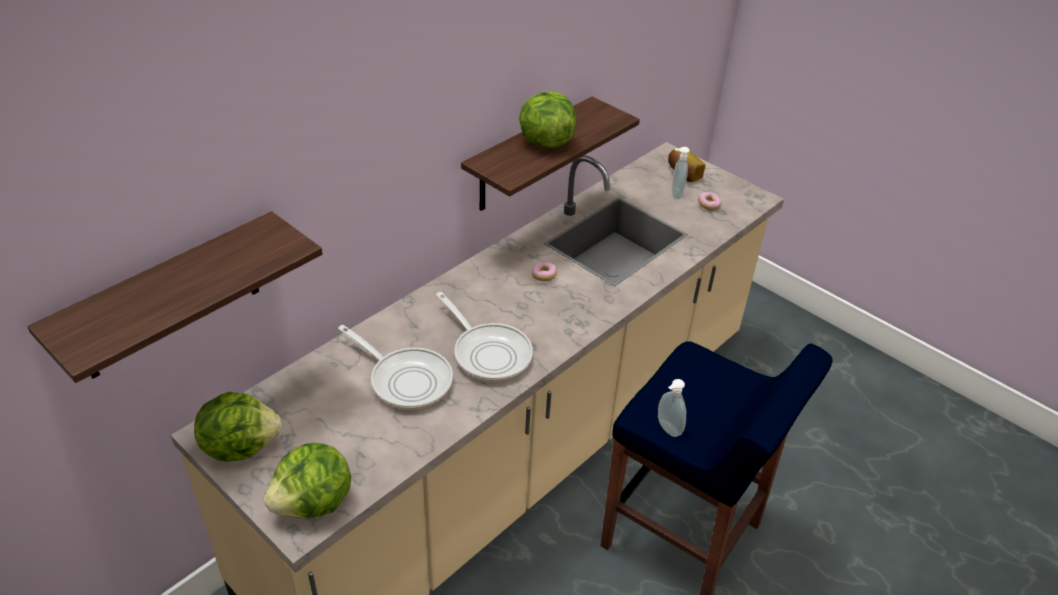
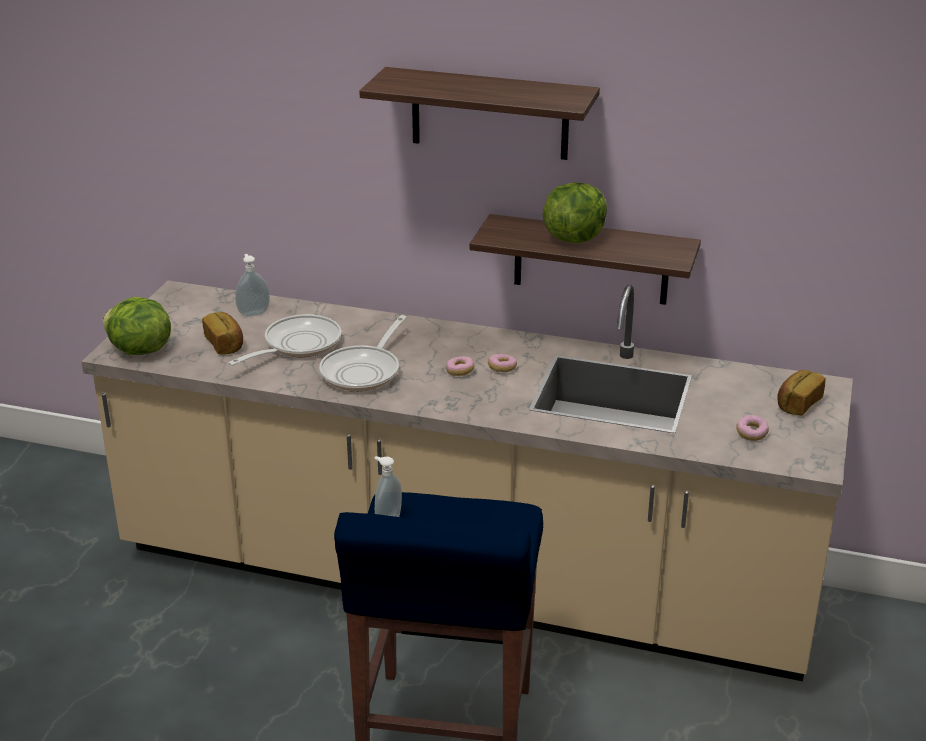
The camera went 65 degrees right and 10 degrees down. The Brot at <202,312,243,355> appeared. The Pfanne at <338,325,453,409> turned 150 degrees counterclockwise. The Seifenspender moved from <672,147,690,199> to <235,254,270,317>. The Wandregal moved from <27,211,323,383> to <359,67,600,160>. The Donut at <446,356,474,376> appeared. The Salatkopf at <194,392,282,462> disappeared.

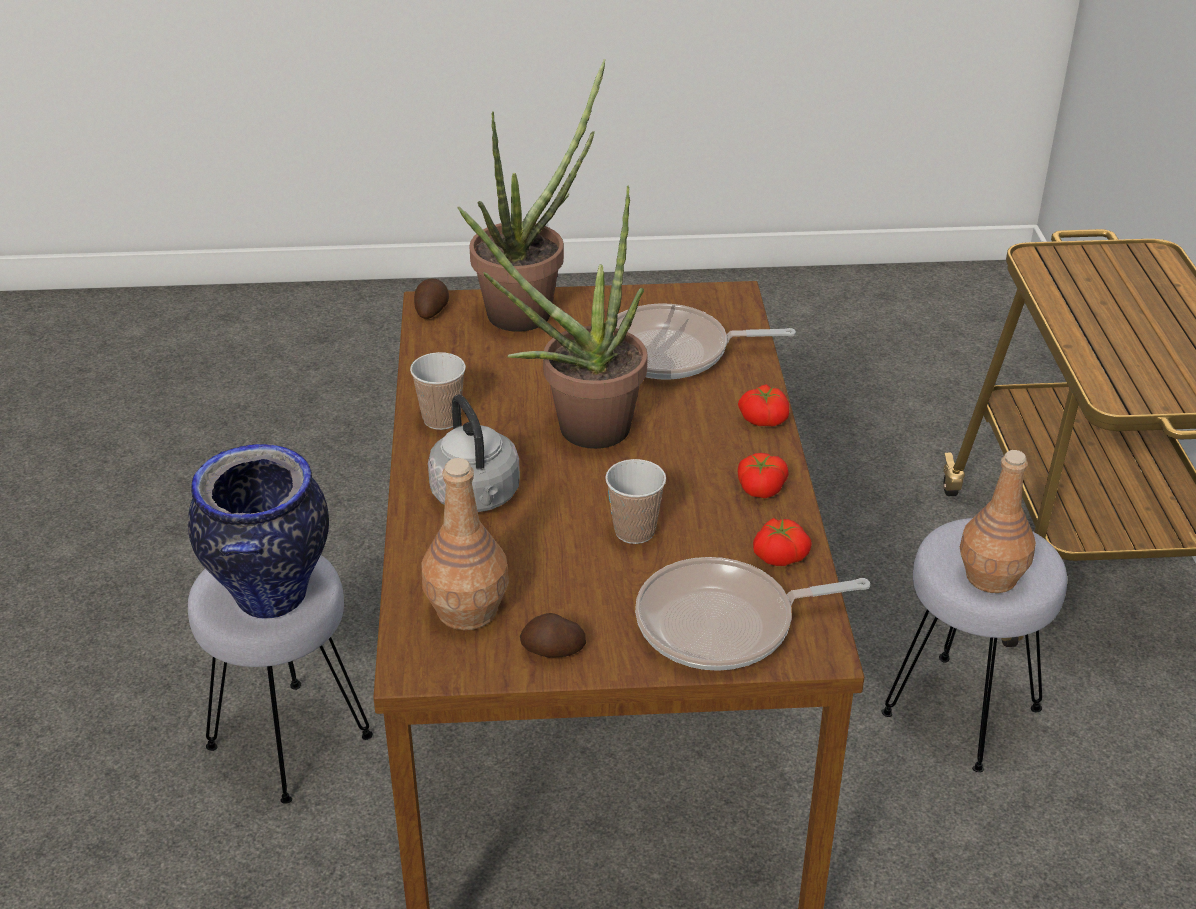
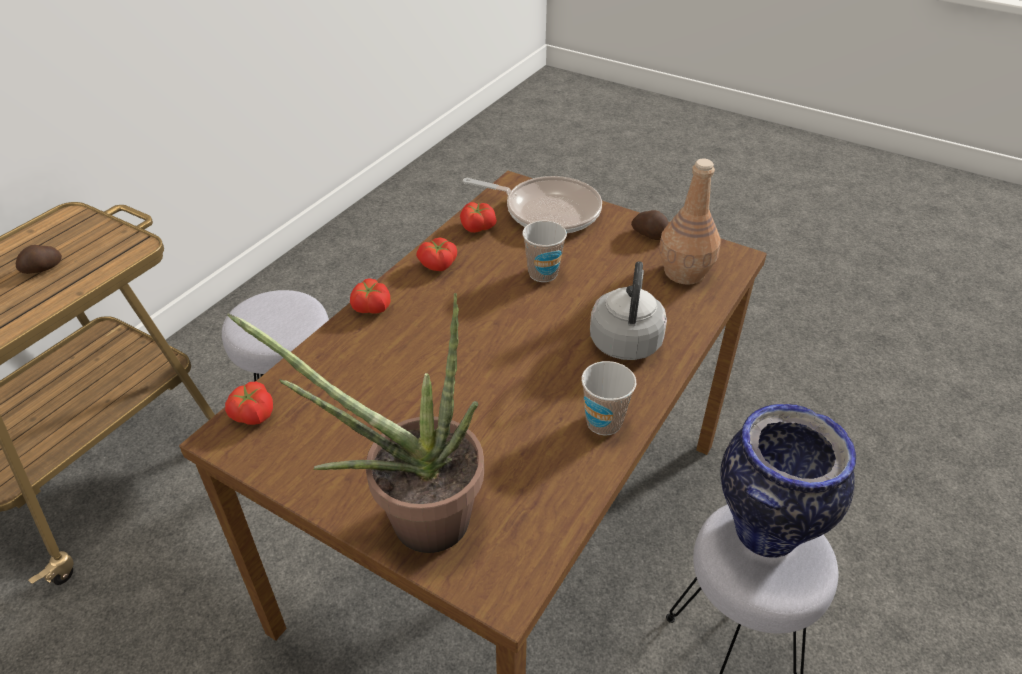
The camera went 145 degrees left and 5 degrees up. The Kartoffel moved from <414,278,449,319> to <16,245,62,274>. The Tomate at <225,382,273,425> appeared. The Topfpflanze at <457,185,648,449> disappeared. The Pfanne at <616,303,796,380> disappeared. The Flasche [braun] at <960,450,1036,593> disappeared.

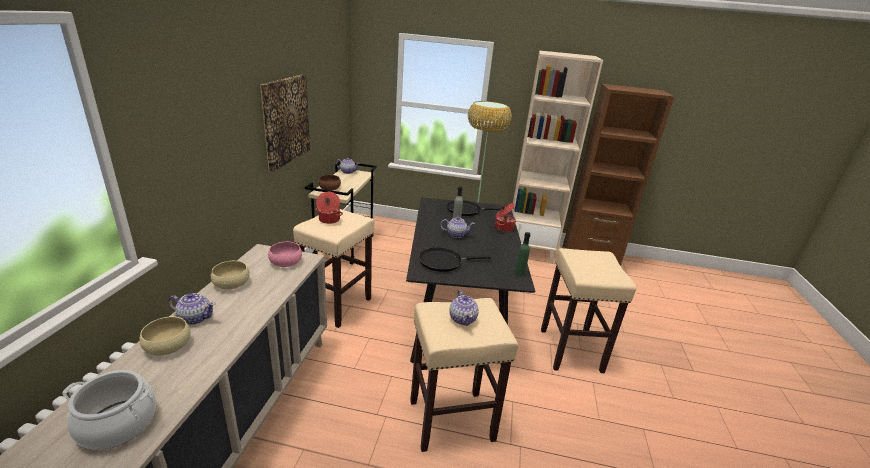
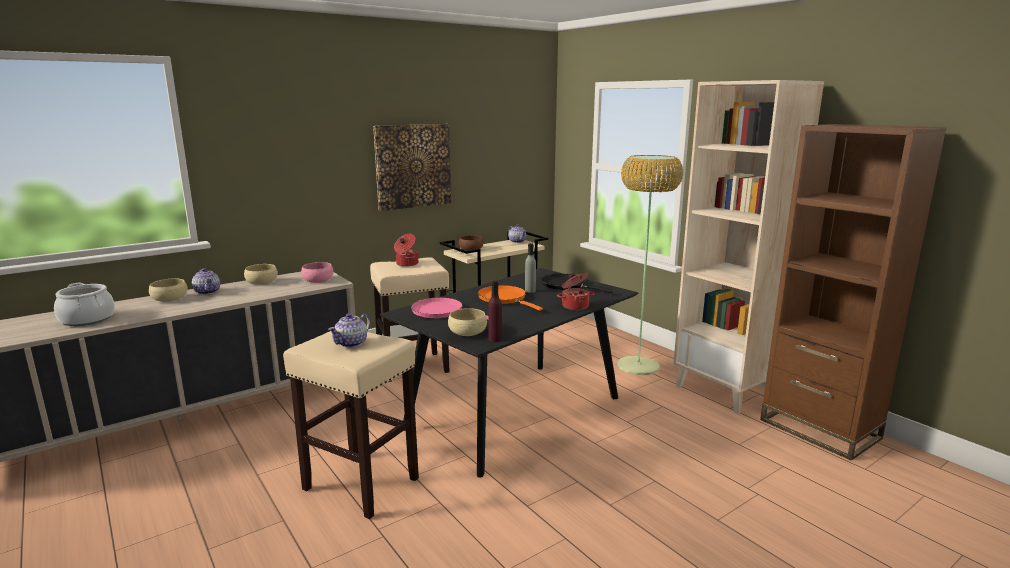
The camera went 45 degrees right and 10 degrees down. The Pfanne [schwarz] at <419,247,492,272> became the Pfanne [rosa] at <411,297,488,320>. The Schüssel [beige] at <448,308,487,336> appeared. The Teekanne at <441,217,475,238> was replaced by the Pfanne [orange] at <478,285,543,311>. The Flasche [grün] at <515,232,530,277> became the Flasche [lila] at <488,281,502,342>. The Hocker [beige] at <541,248,636,373> disappeared.

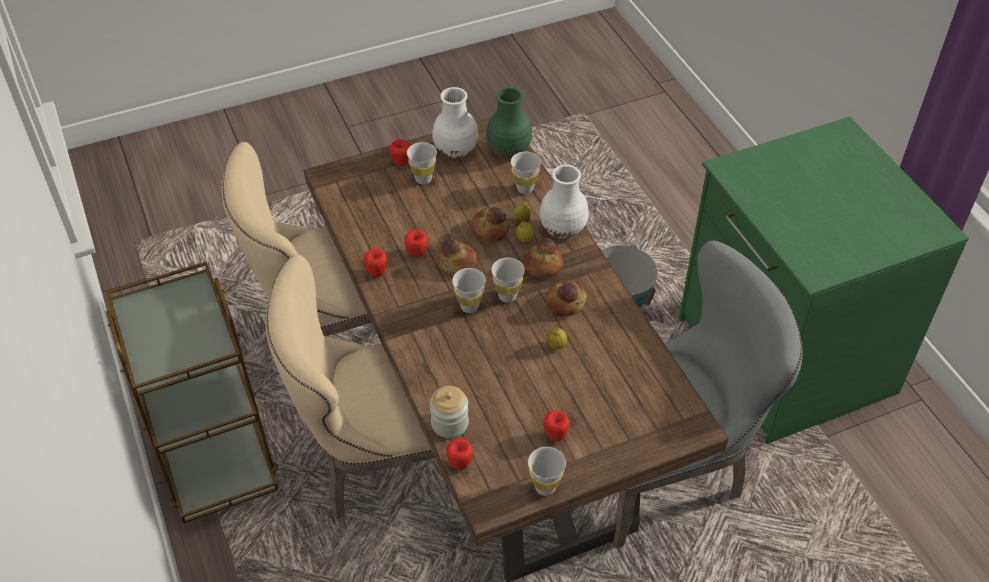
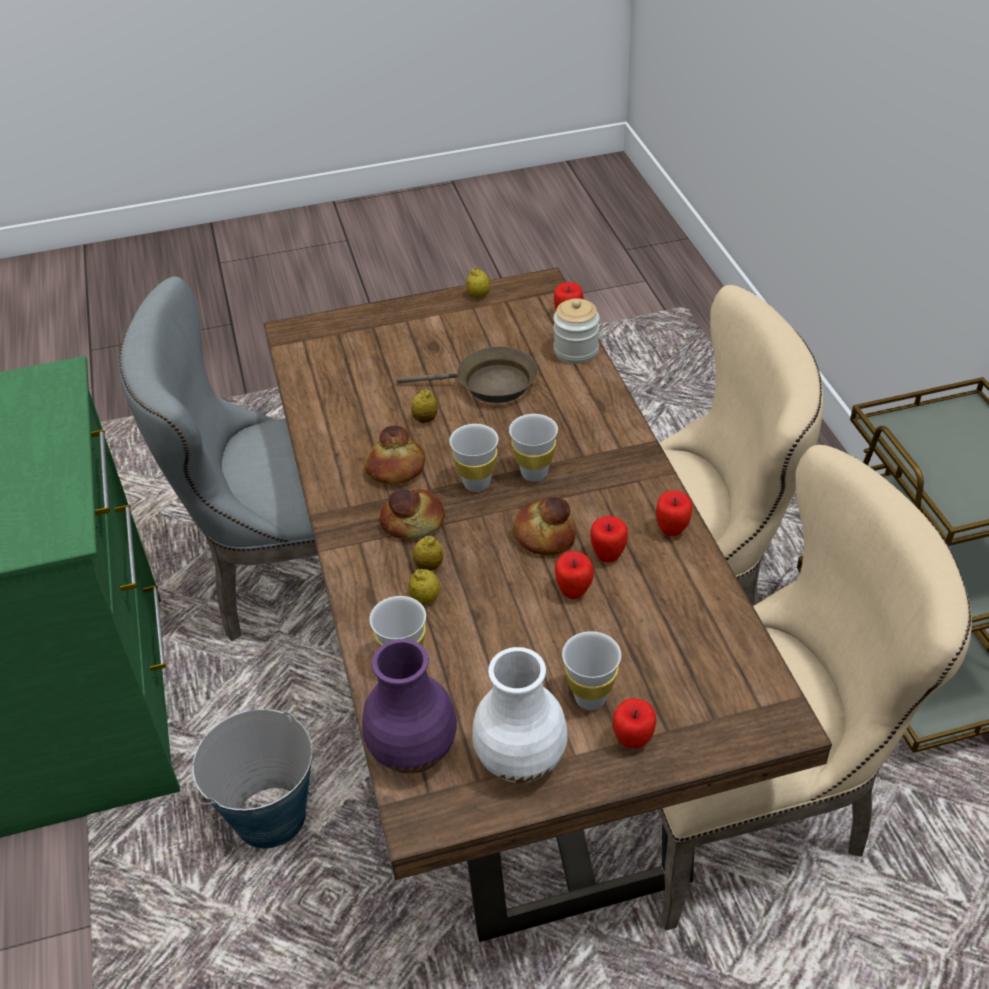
The camera went 170 degrees left and 5 degrees down. The Vase [grün] at <486,87,532,159> became the Vase [lila] at <362,639,457,773>. The Pfanne [braun] at <397,346,538,403> appeared. The Tasse [weiß] at <528,447,566,496> was replaced by the Zitrone at <466,268,490,297>. The Apfel moved from <543,411,570,441> to <555,551,594,599>. The Brot at <472,207,509,242> disappeared. The Vase [weiß] at <540,165,589,239> disappeared.

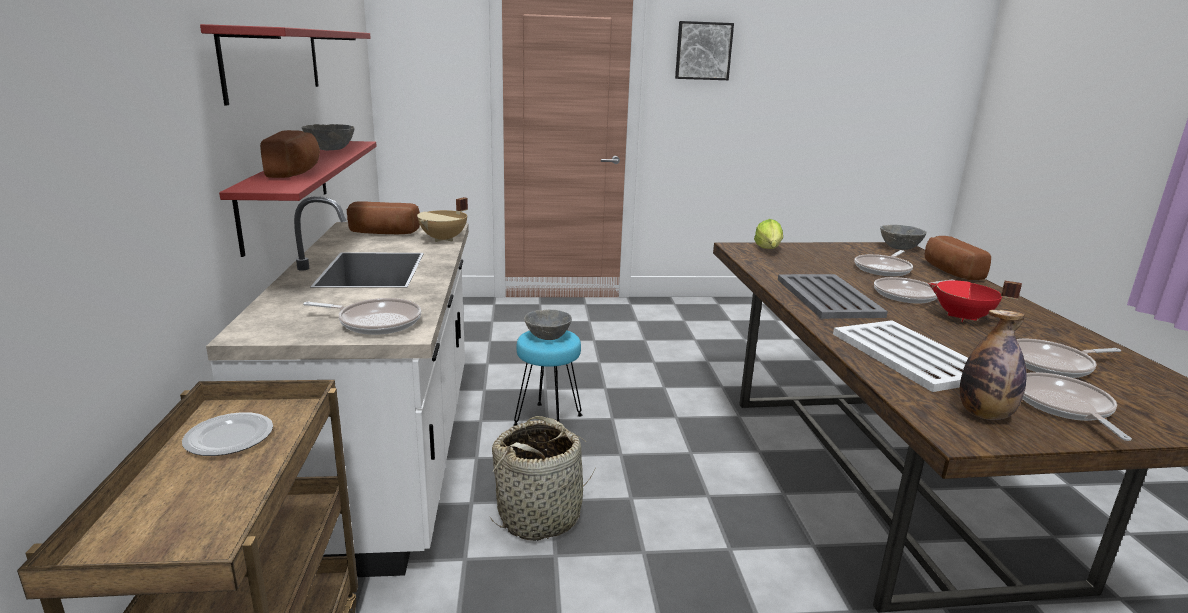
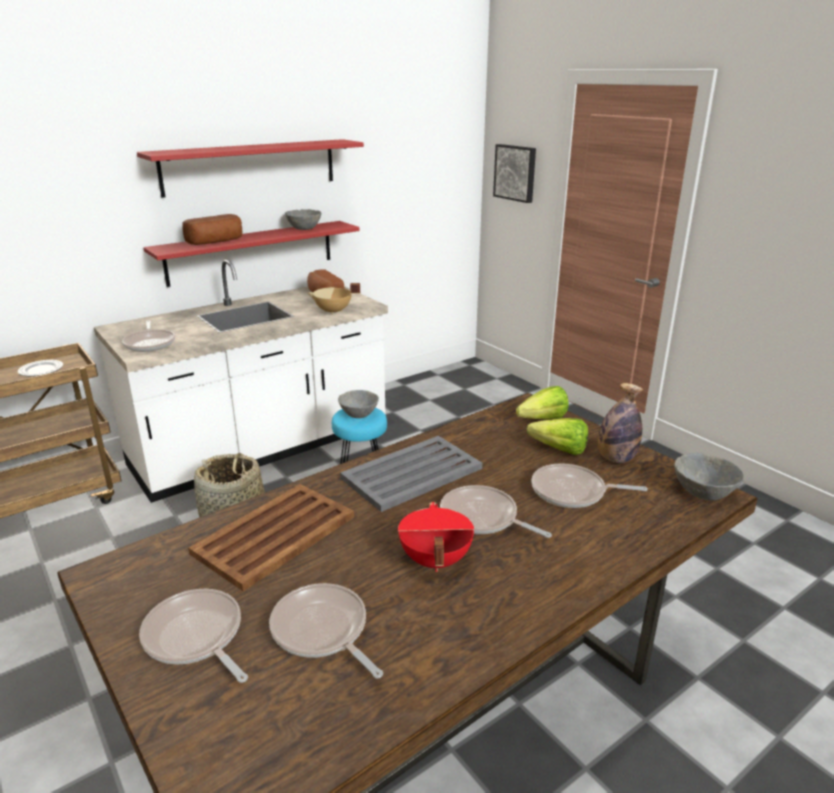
The camera went 60 degrees right and 5 degrees up. The Pfanne at <1022,372,1132,441> turned 105 degrees counterclockwise. The Tablett [weiß] at <833,320,968,392> became the Tablett [braun] at <188,484,354,591>. The Bild moved from <675,21,734,80> to <493,144,536,203>. The Salatkopf at <527,418,588,455> appeared. The Flasche moved from <960,310,1027,420> to <598,383,643,463>. The Brot at <925,236,991,280> disappeared.

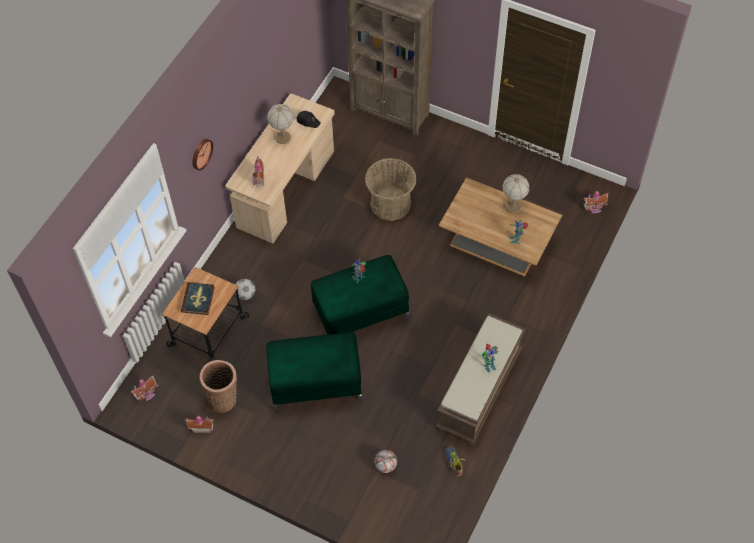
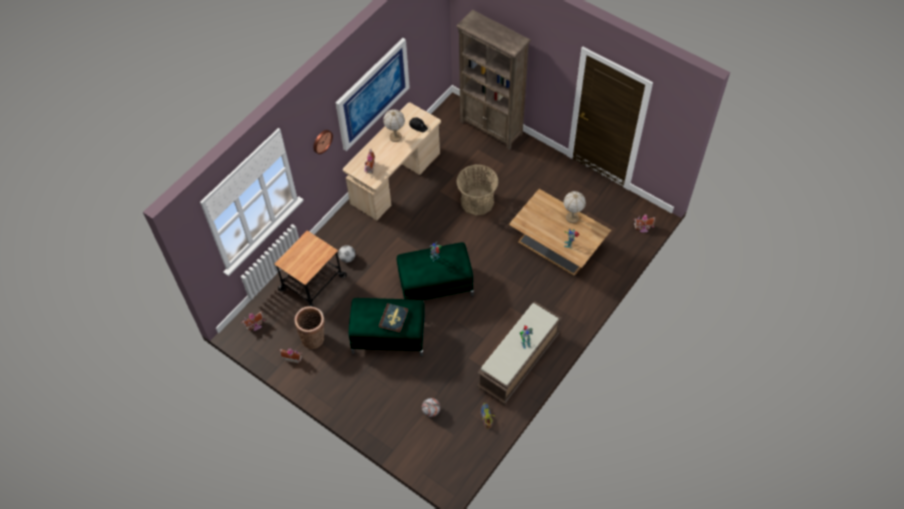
The camera went 10 degrees right and 0 degrees up. The Bild at <336,38,410,151> appeared. The Buch moved from <181,282,215,315> to <378,303,408,333>.

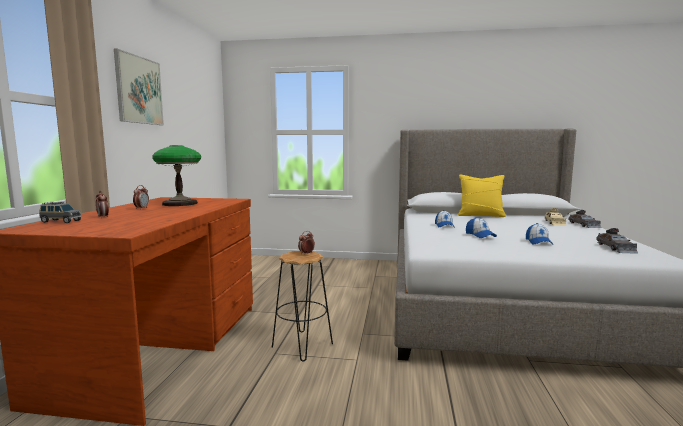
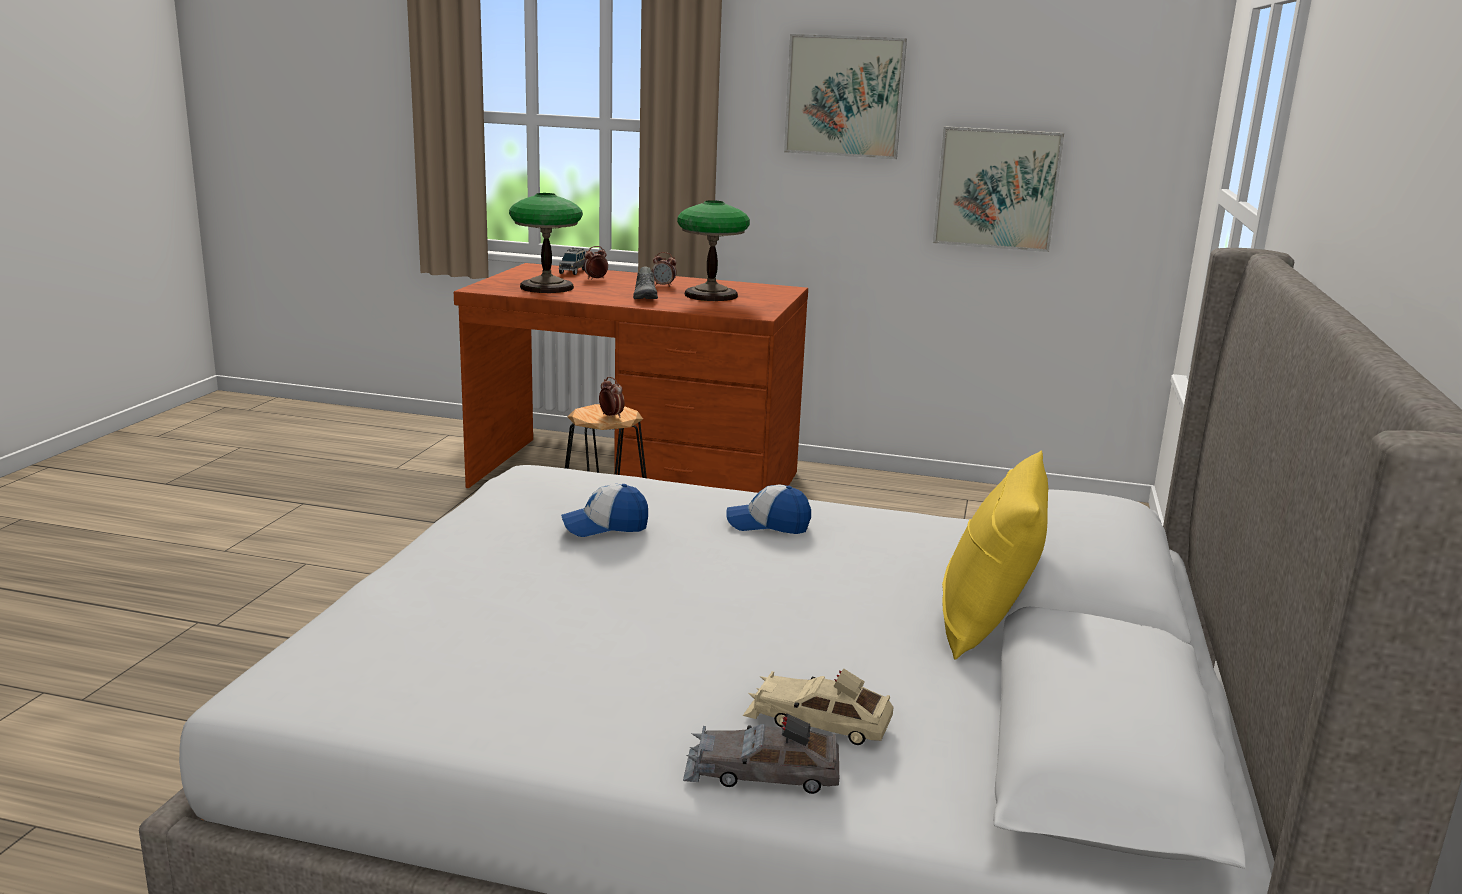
The camera went 95 degrees right and 10 degrees up. The Tischlampe at <509,193,583,293> appeared. The Schuh [grau] at <633,266,658,299> appeared. The Bild at <933,126,1064,252> appeared. The Kappe at <526,223,554,245> disappeared. The Spielzeugauto [grau] at <596,228,638,254> disappeared.

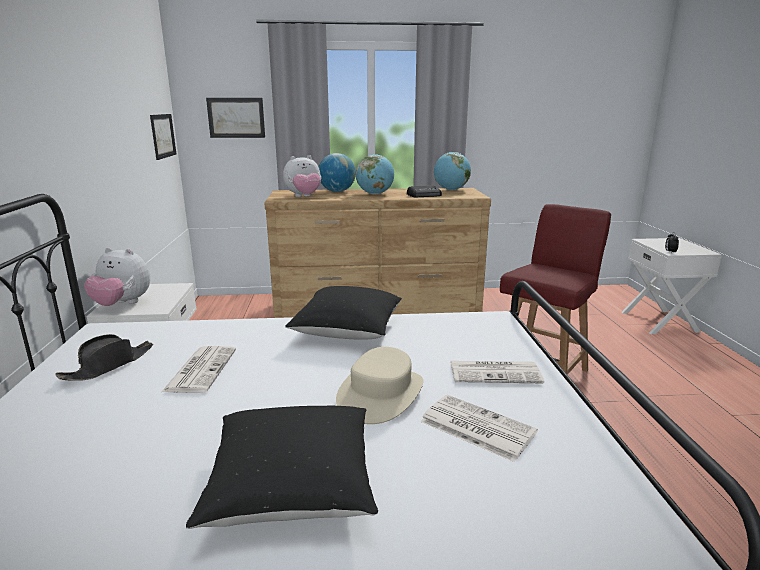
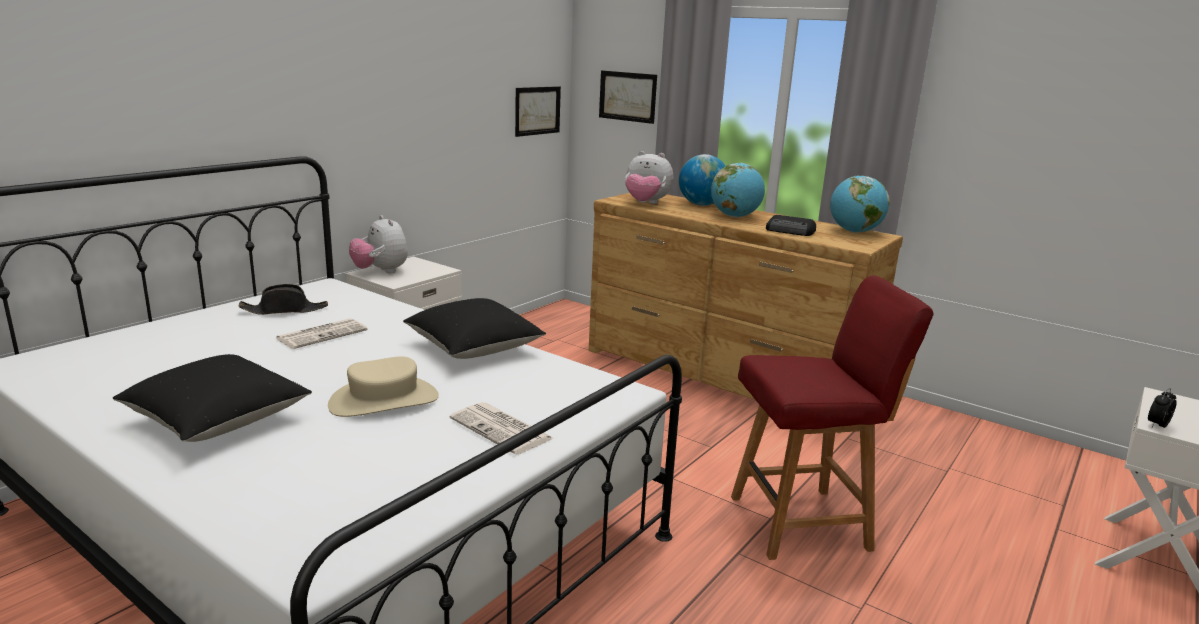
The camera went 40 degrees right and 0 degrees up. The Zeitung at <420,395,538,462> disappeared.

